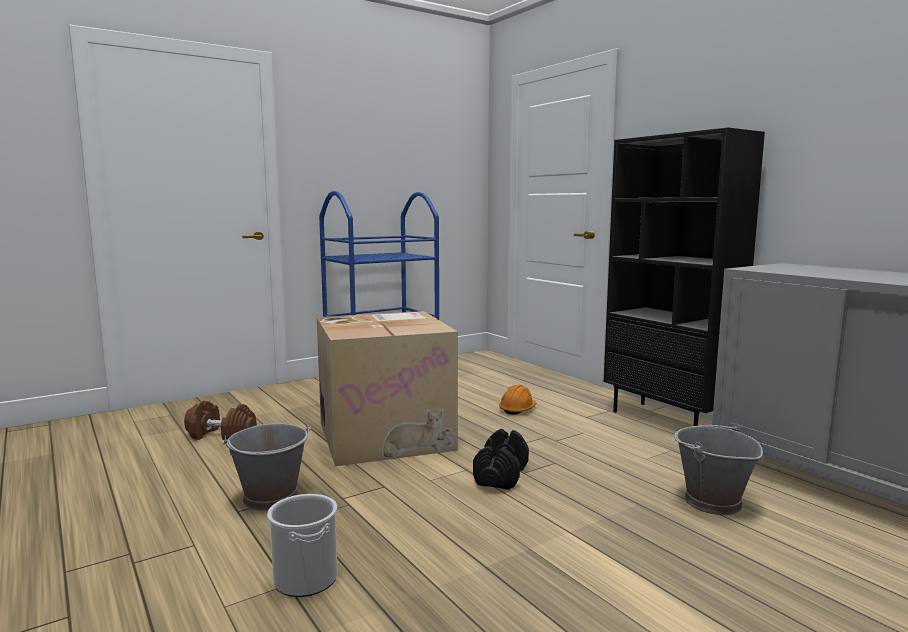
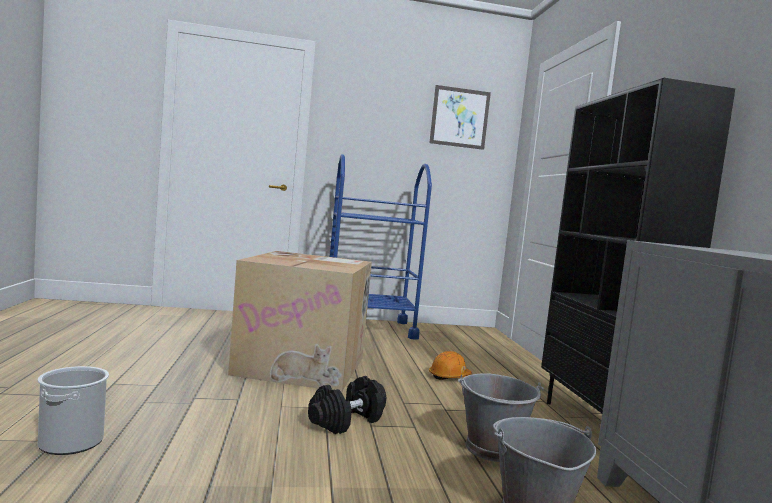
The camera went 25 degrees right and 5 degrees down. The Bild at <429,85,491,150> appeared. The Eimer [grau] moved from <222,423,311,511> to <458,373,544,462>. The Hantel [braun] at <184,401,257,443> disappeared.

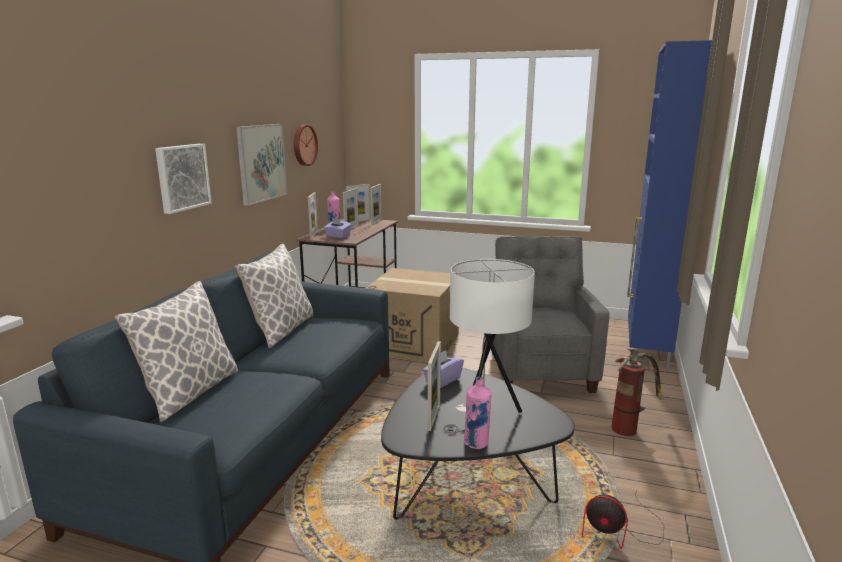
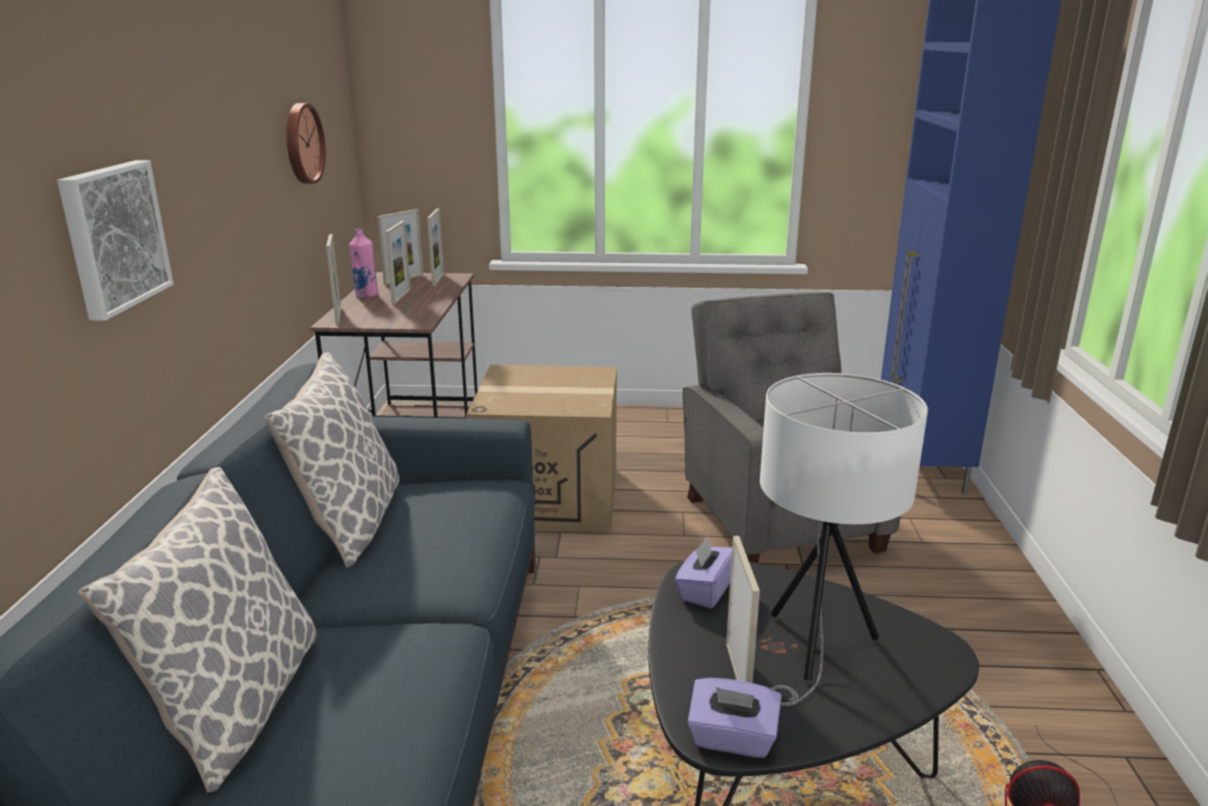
The camera went 15 degrees left and 5 degrees up. The Taschentuchbox [lila] moved from <324,218,352,238> to <688,678,781,758>. The Bild at <236,124,287,206> disappeared. The Flasche [rosa] at <464,377,491,449> disappeared. The Feuerlöscher at <611,348,663,436> disappeared.

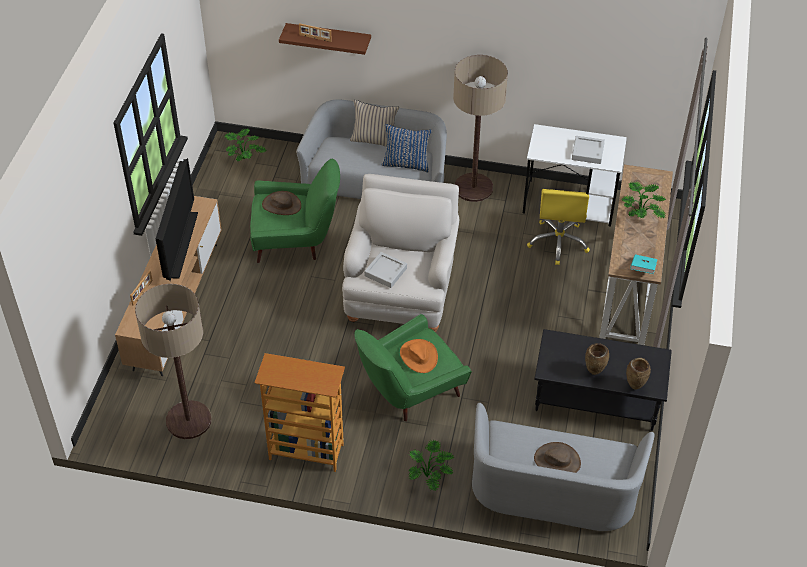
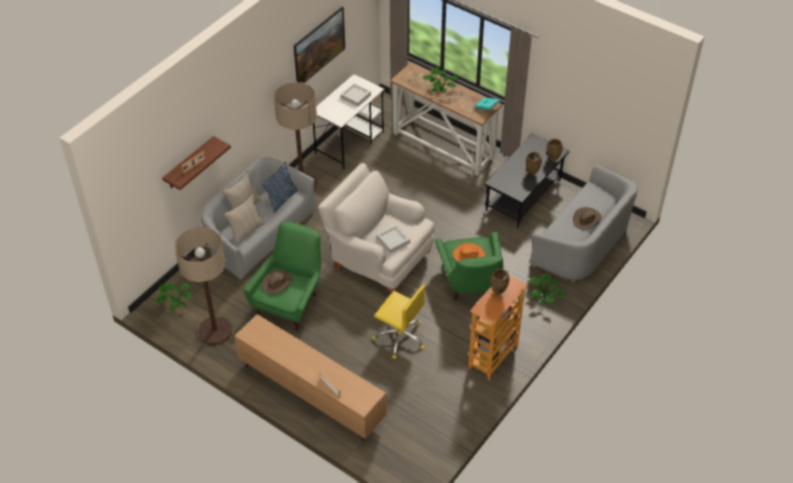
The camera went 65 degrees left and 0 degrees up. The Stehlampe moved from <135,284,212,439> to <175,227,232,345>. The Kissen [beige] at <223,193,265,245> appeared. The Bild at <294,7,345,83> appeared. The Bürostuhl [gelb] moved from <527,189,590,265> to <373,285,426,359>. The Vase [braun] at <491,269,509,295> appeared. The Fernseher at <156,158,198,281> disappeared.

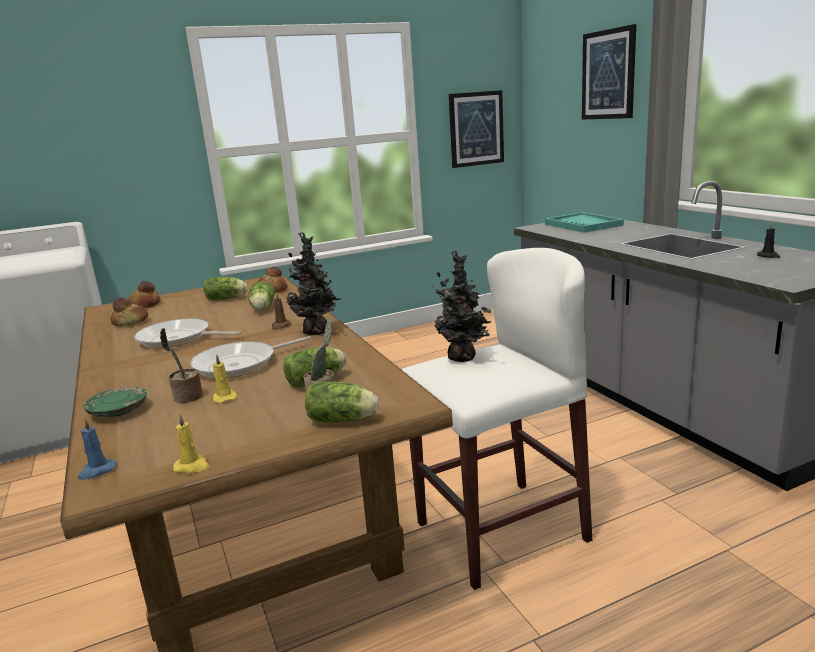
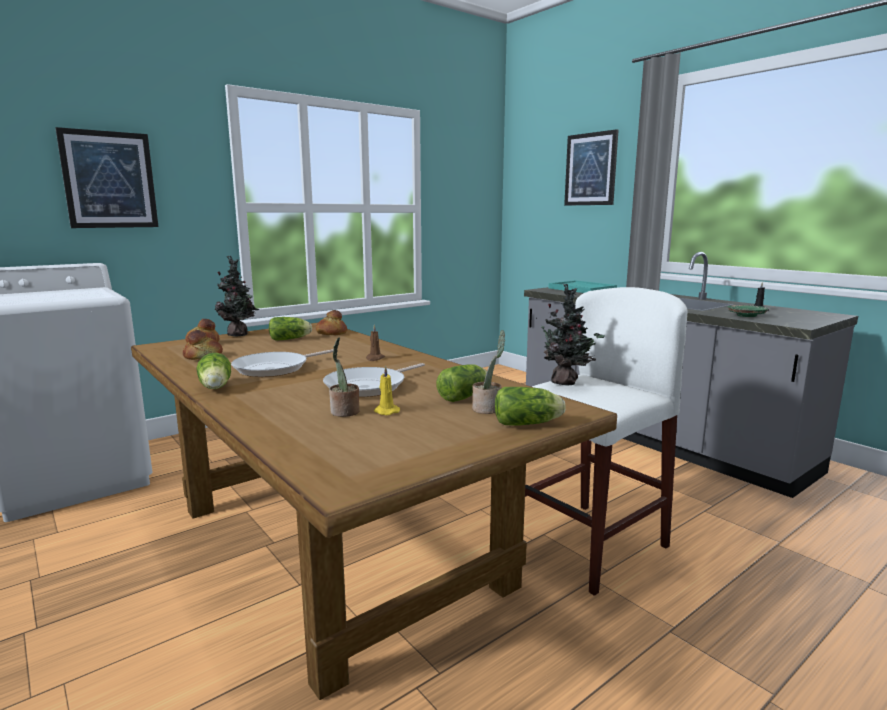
The camera went 15 degrees left and 5 degrees down. The Bild moved from <449,90,504,168> to <55,127,159,228>. The Salatkopf moved from <248,281,275,310> to <197,353,231,389>. The Topfpflanze moved from <286,232,341,335> to <215,256,259,337>. The Pfanne at <135,318,241,348> turned 45 degrees counterclockwise. The Teller [grün] moved from <83,387,147,417> to <728,305,768,317>. The Kerze [blau] at <78,418,116,480> disappeared. The Kerze [gelb] at <173,414,210,473> disappeared.

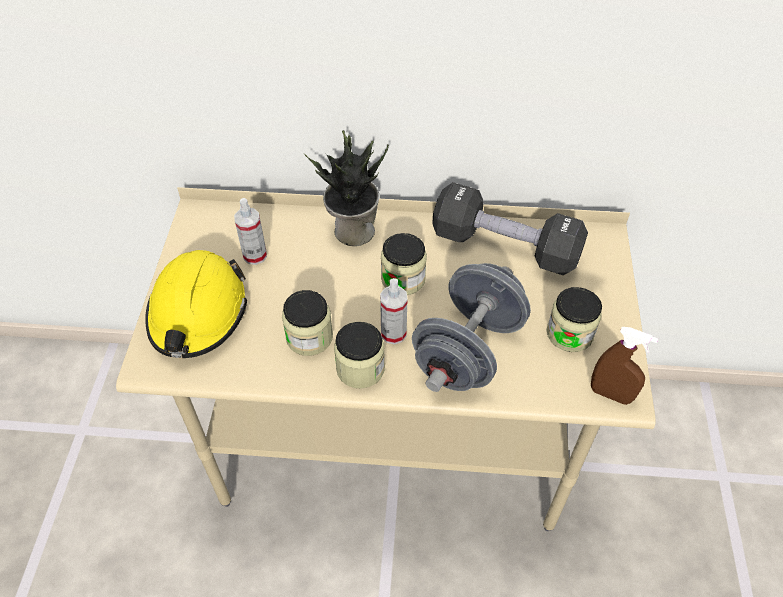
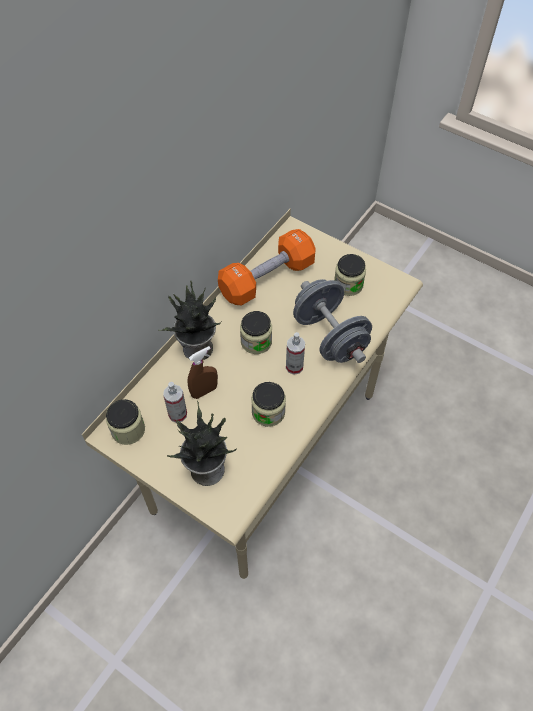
The camera went 60 degrees left and 5 degrees up. The Vorratsglas moved from <334,322,385,389> to <106,399,145,445>. The Schutzhelm [gelb] at <145,250,247,358> was replaced by the Topfpflanze at <167,400,237,486>. The Sprühflasche [braun] moved from <591,327,658,405> to <187,346,218,399>. The Hantel [schwarz] at <432,182,588,275> became the Hantel [orange] at <218,229,316,305>.

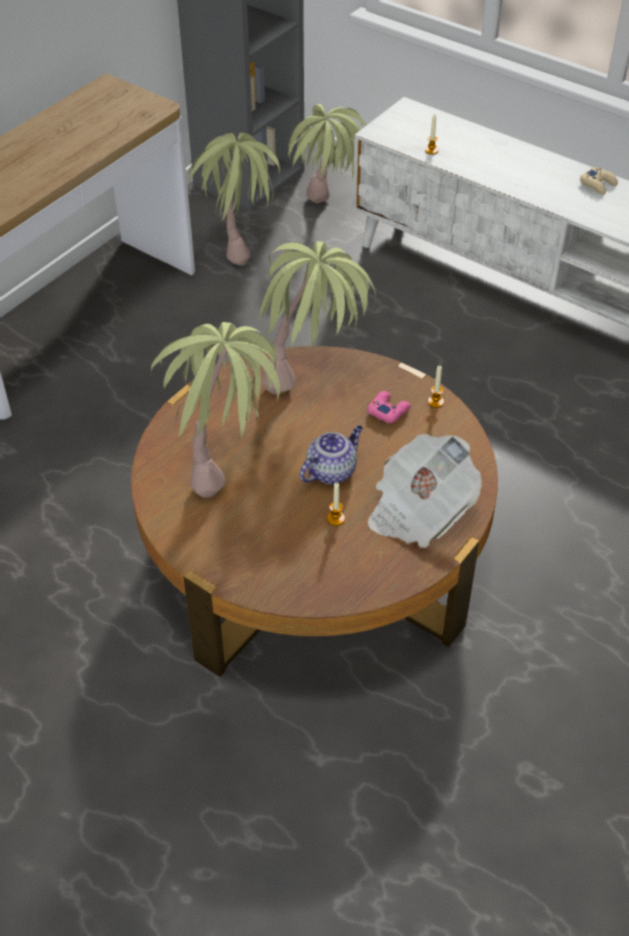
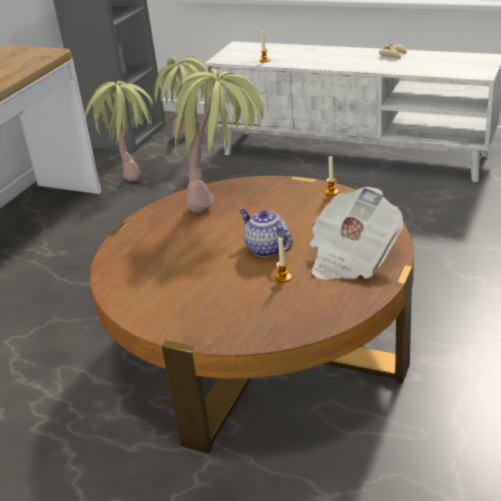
The camera went 10 degrees left and 15 degrees down. The Teekanne at <300,425,363,484> turned 75 degrees counterclockwise. The Topfpflanze at <151,322,286,498> disappeared. The Gamepad [rosa] at <368,391,411,423> disappeared.

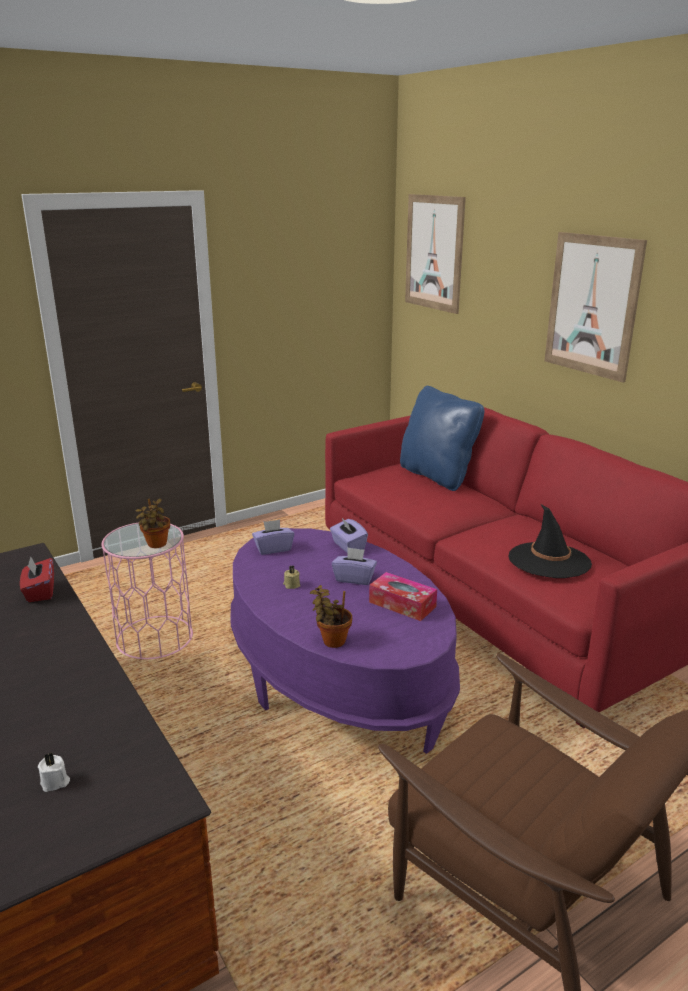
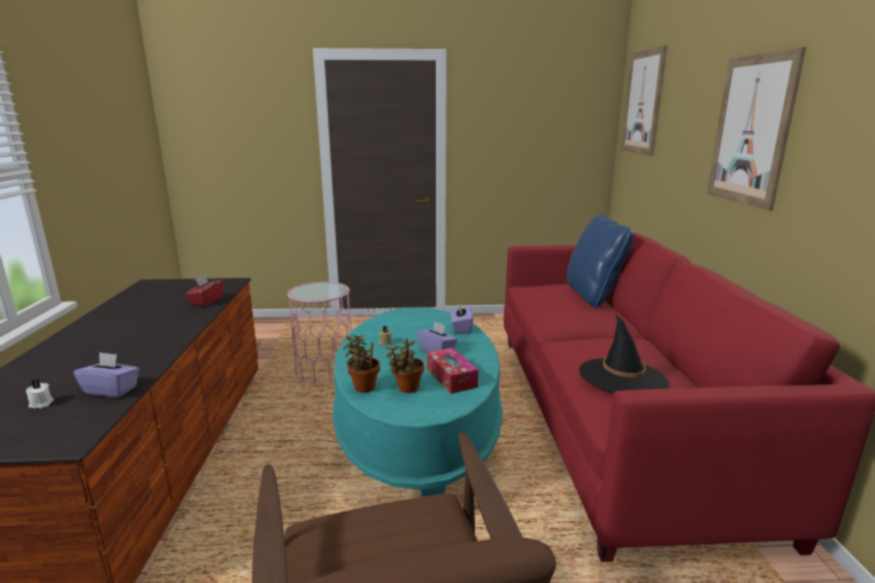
The camera went 30 degrees right and 5 degrees down. The Taschentuchbox [lila] moved from <252,519,294,555> to <74,352,139,397>. The Couchtisch [lila] at <231,528,460,754> became the Couchtisch [türkis] at <333,307,503,497>. The Topfpflanze moved from <135,499,170,548> to <386,338,424,393>.

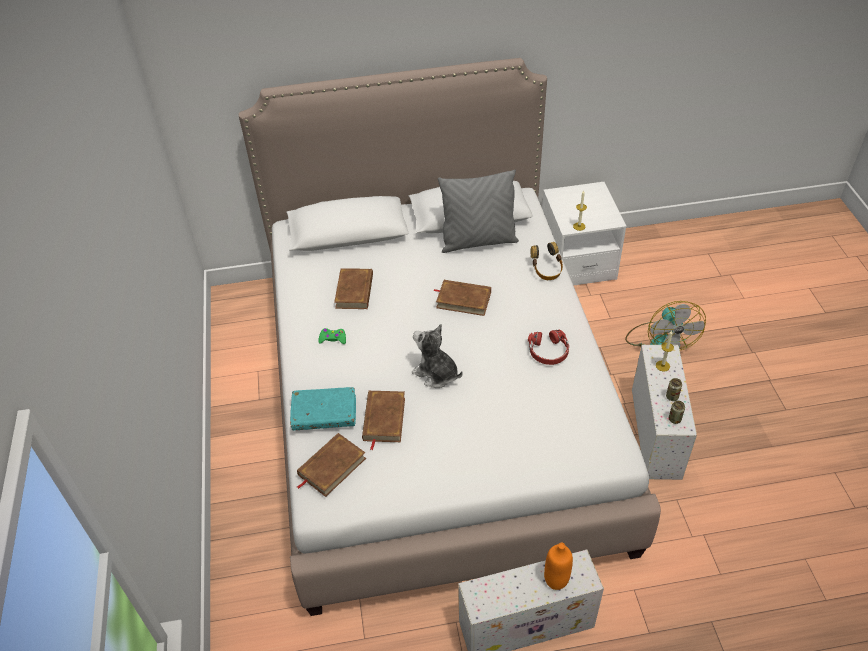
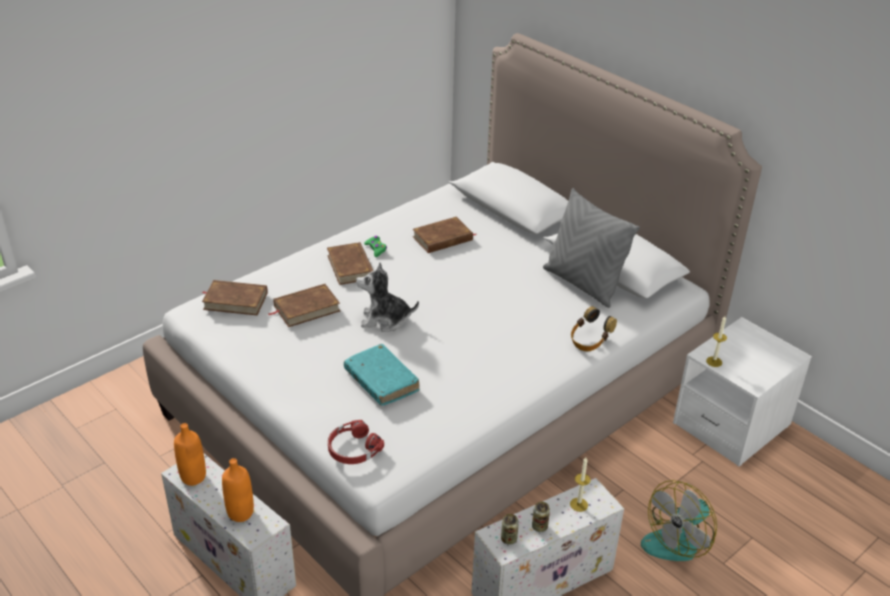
The camera went 55 degrees right and 10 degrees down. The Flasche [orange] at <174,423,206,486> appeared. The Buch [braun] moved from <433,280,491,316> to <327,242,373,285>. The Kopfhörer [rot] moved from <528,330,569,365> to <328,420,384,464>. The Buch [türkis] moved from <290,387,356,430> to <344,344,420,406>. The Plüschtier at <412,324,463,388> turned 90 degrees counterclockwise.

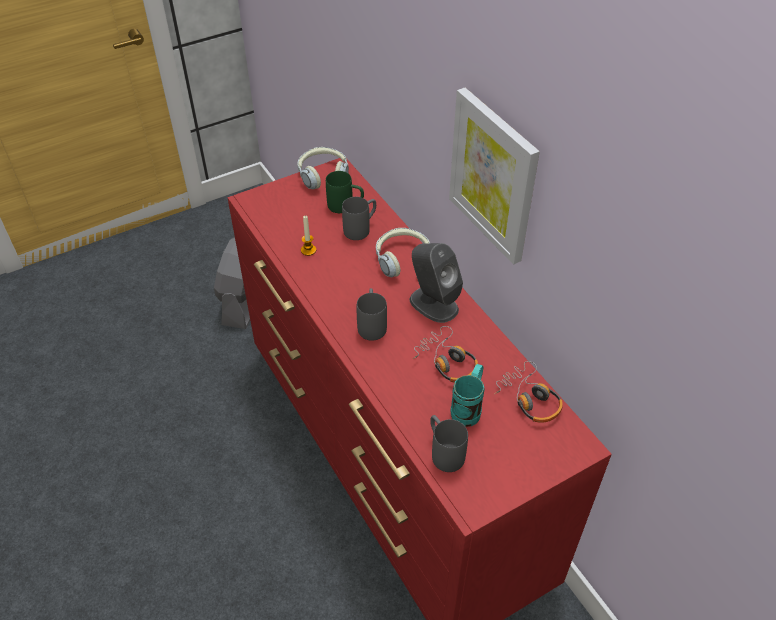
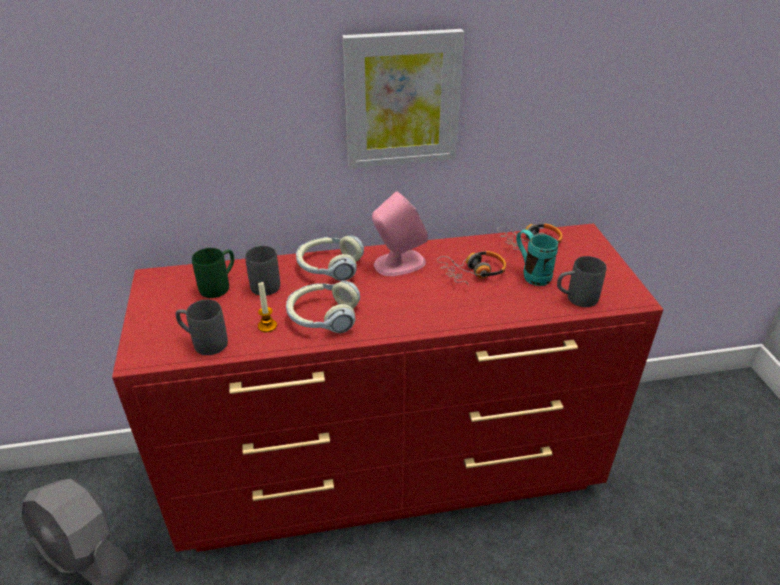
The camera went 70 degrees left and 10 degrees down. The Henkelbecher [grau] moved from <357,288,387,341> to <176,300,228,355>. The Kopfhörer moved from <297,147,349,189> to <286,281,360,333>. The Lautsprecher [grau] at <410,243,463,323> became the Lautsprecher [rosa] at <372,191,428,276>.

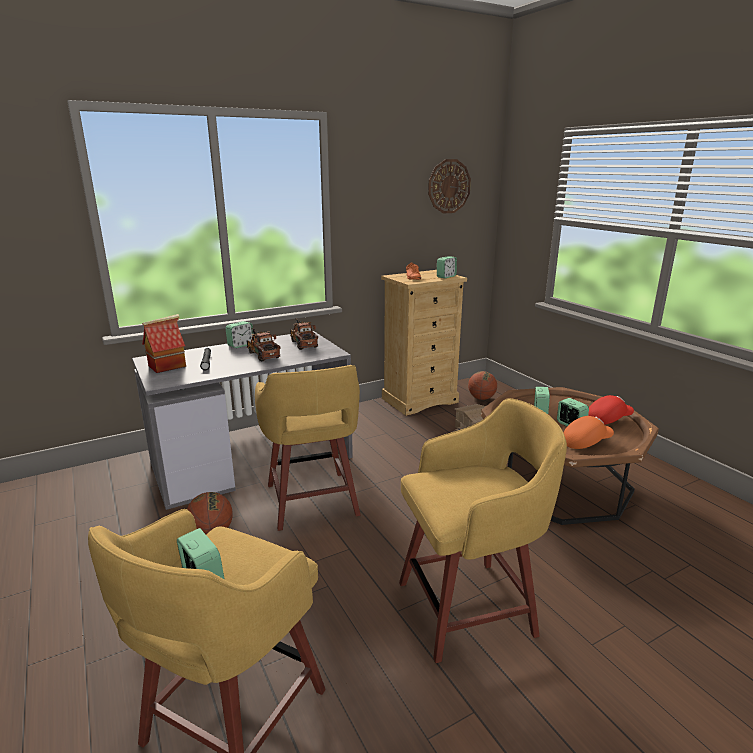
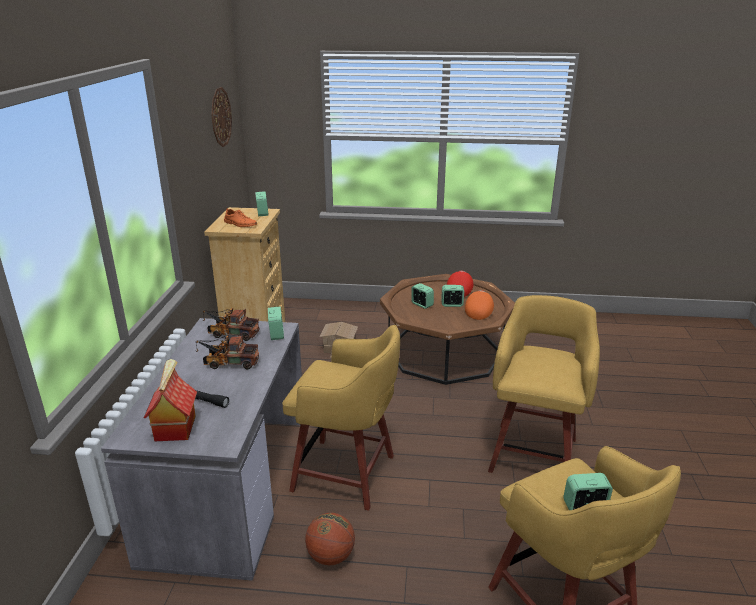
The camera went 55 degrees left and 5 degrees up. The Wecker moved from <226,321,254,348> to <268,307,284,340>. The Basketball at <468,371,497,400> disappeared.

